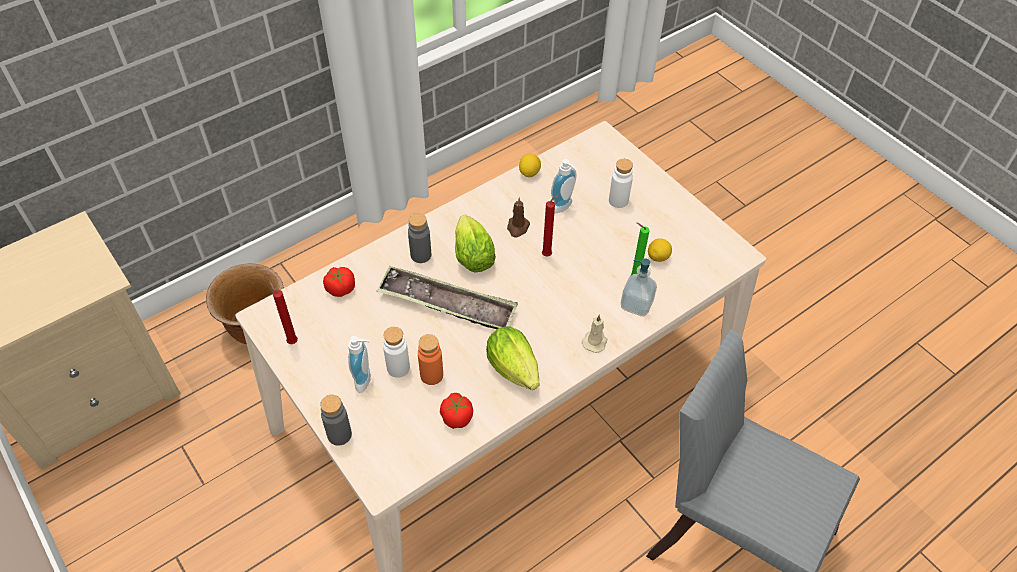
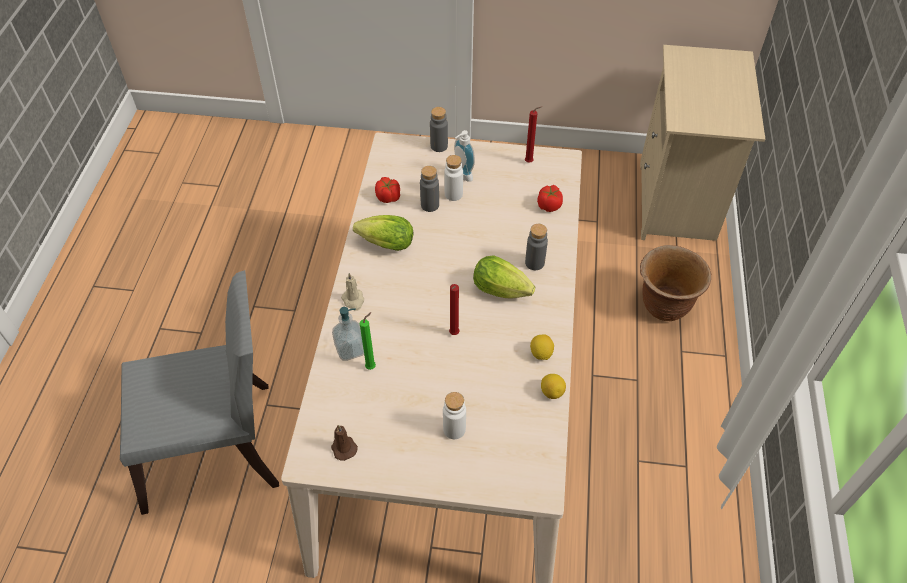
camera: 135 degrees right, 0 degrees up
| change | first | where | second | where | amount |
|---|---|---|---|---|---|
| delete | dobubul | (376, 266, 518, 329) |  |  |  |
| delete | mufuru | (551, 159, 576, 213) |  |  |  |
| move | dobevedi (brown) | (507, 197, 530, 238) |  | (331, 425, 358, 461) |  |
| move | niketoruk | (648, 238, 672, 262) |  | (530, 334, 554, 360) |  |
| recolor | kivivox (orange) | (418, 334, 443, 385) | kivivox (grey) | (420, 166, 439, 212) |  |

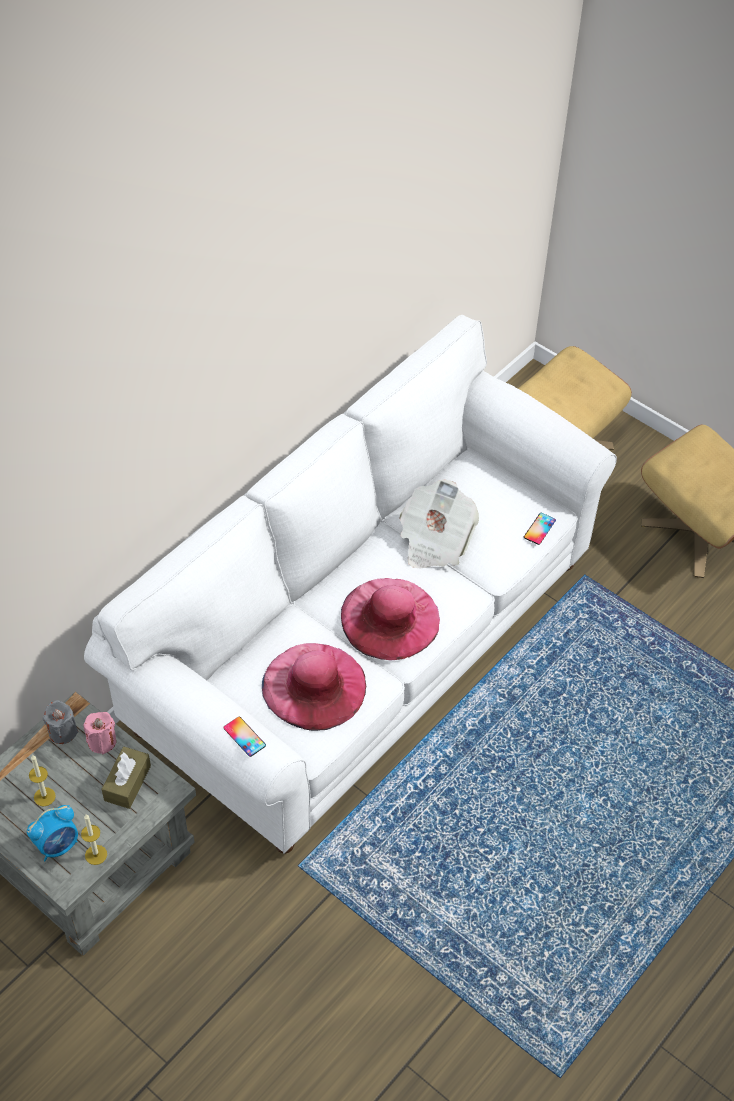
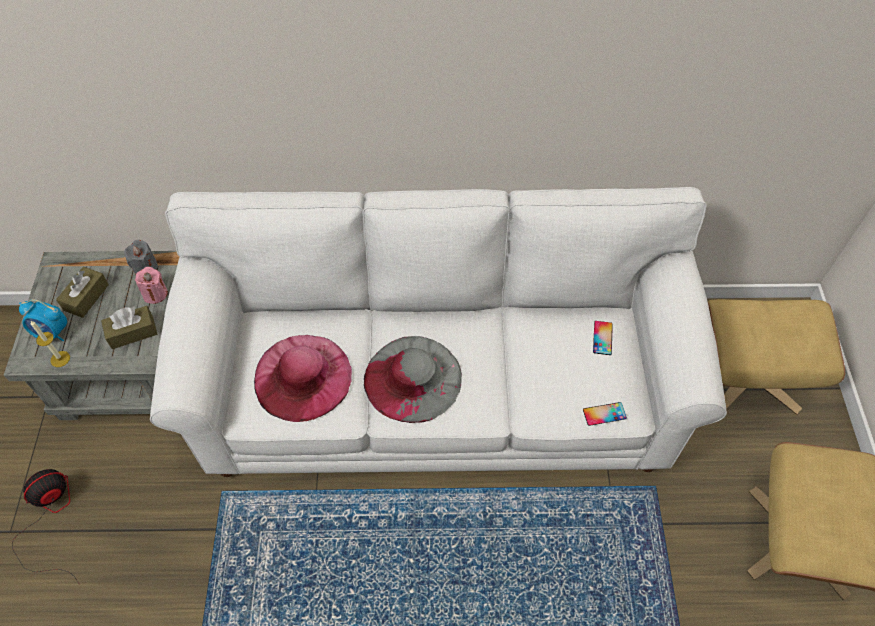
camera: 50 degrees right, 5 degrees up
| change | first | where | second | where | amount |
|---|---|---|---|---|---|
| delete | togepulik | (399, 480, 479, 569) |  |  |  |
| insert |  |  | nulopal | (12, 469, 79, 583) |  |
| move | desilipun | (223, 716, 266, 757) |  | (593, 321, 613, 355) |  |
| replace | dobevedi | (29, 755, 56, 806) | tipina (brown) | (56, 267, 109, 318) |  |
| recolor | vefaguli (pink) | (341, 578, 440, 660) | vefaguli (grey) | (364, 336, 462, 423) |  |

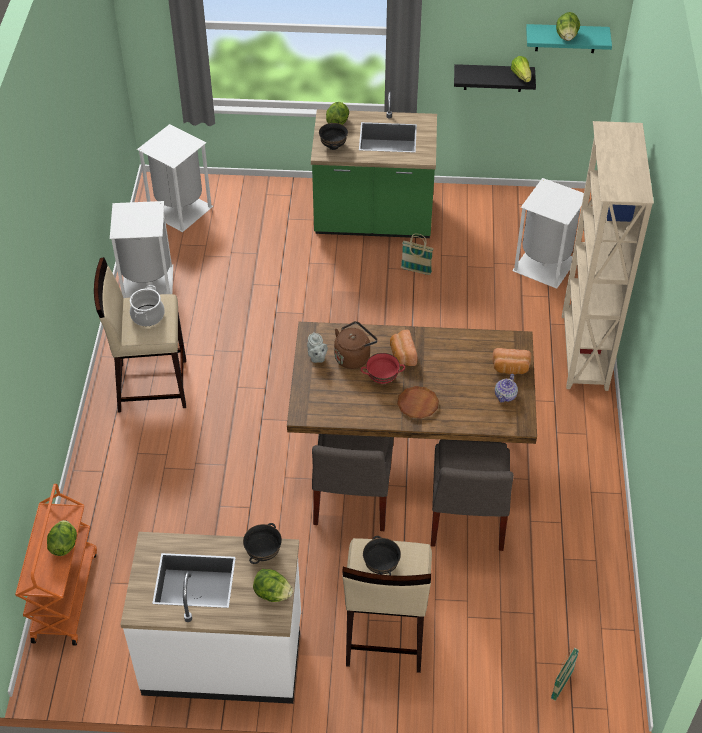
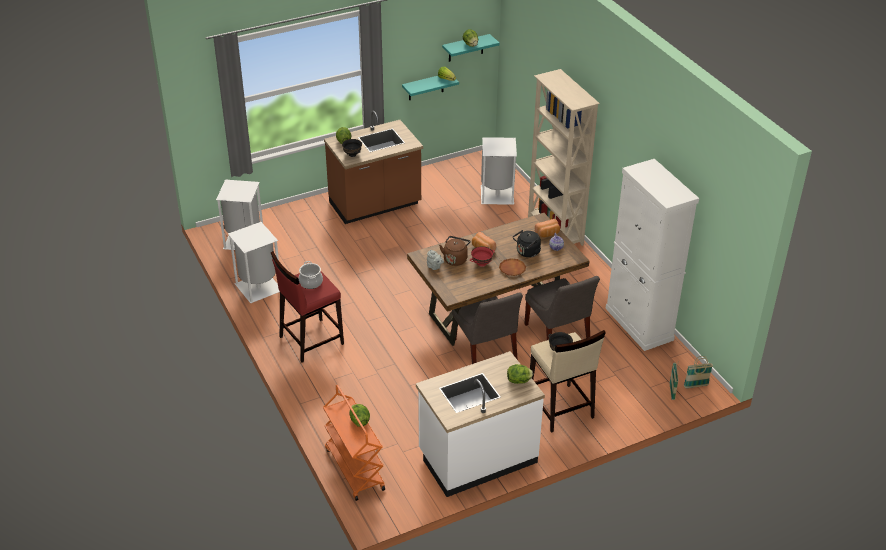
camera: 30 degrees left, 10 degrees down
| change | first | where | second | where | amount |
|---|---|---|---|---|---|
| delete | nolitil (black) | (243, 523, 282, 564) |  |  |  |
| insert |  |  | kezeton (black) | (513, 230, 541, 257) |  |
| insert |  |  | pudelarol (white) | (605, 159, 699, 351) |  |
| move | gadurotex | (401, 233, 434, 275) |  | (684, 356, 713, 388) |  |
| recolor | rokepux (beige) | (94, 257, 186, 413) | rokepux (red) | (271, 251, 344, 363) |  |
| recolor | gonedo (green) | (311, 92, 437, 238) | gonedo (brown) | (324, 111, 423, 224) |  |
| recolor | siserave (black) | (454, 64, 536, 92) | siserave (turquoise) | (402, 76, 459, 100) |  |

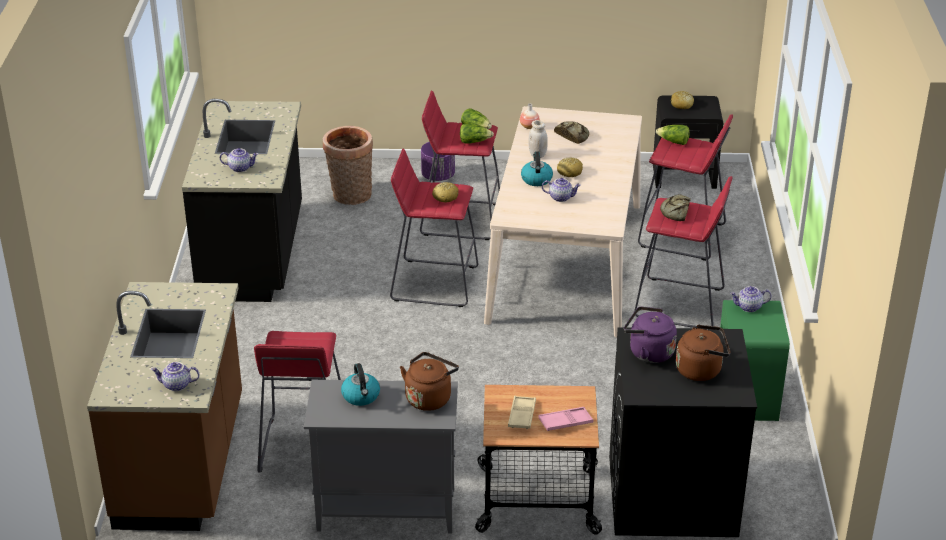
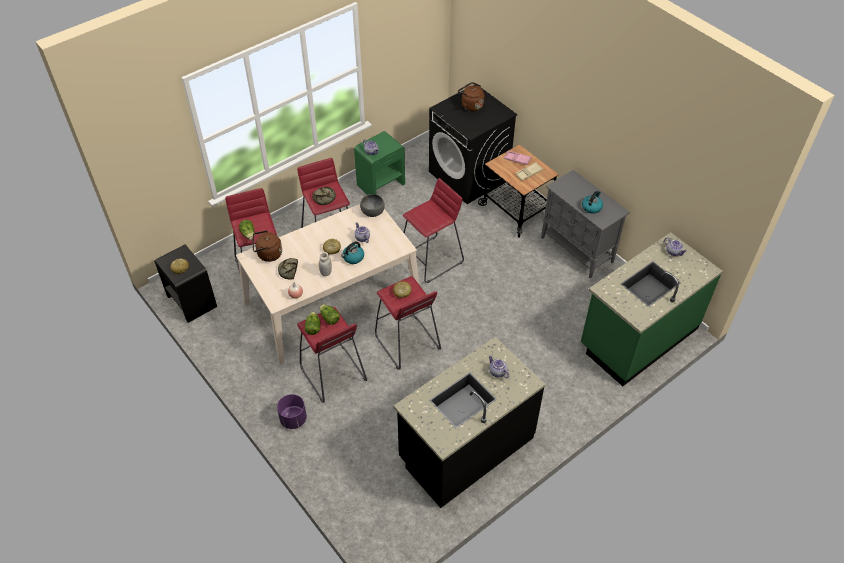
camera: 130 degrees left, 15 degrees up
| change | first | where | second | where | amount |
|---|---|---|---|---|---|
| delete | gadurotex | (323, 126, 373, 205) |  |  |  |
| delete | kezeton (purple) | (624, 306, 677, 363) |  |  |  |
| insert |  |  | nolitil (grey) | (360, 194, 385, 217) |  |
| move | rokepux (red) | (254, 331, 341, 472) |  | (403, 178, 464, 283) |  |
| move | kezeton (brown) | (400, 352, 459, 411) |  | (253, 230, 282, 262) |  |
| recolor | gonedo (brown) | (87, 282, 242, 531) | gonedo (green) | (581, 232, 723, 386) |  |

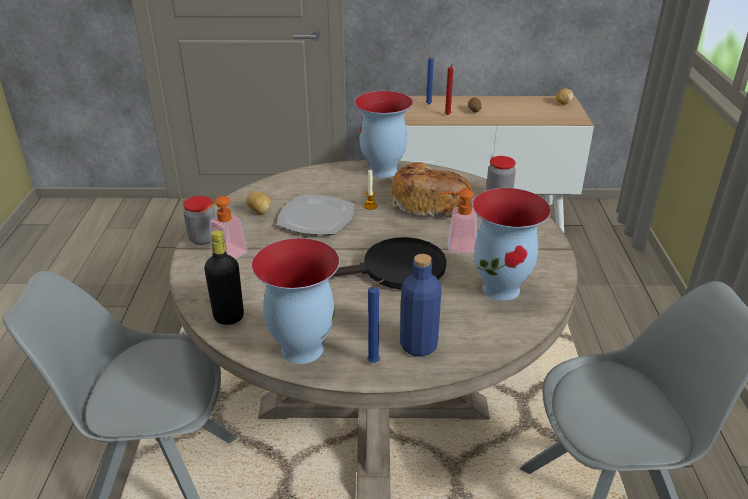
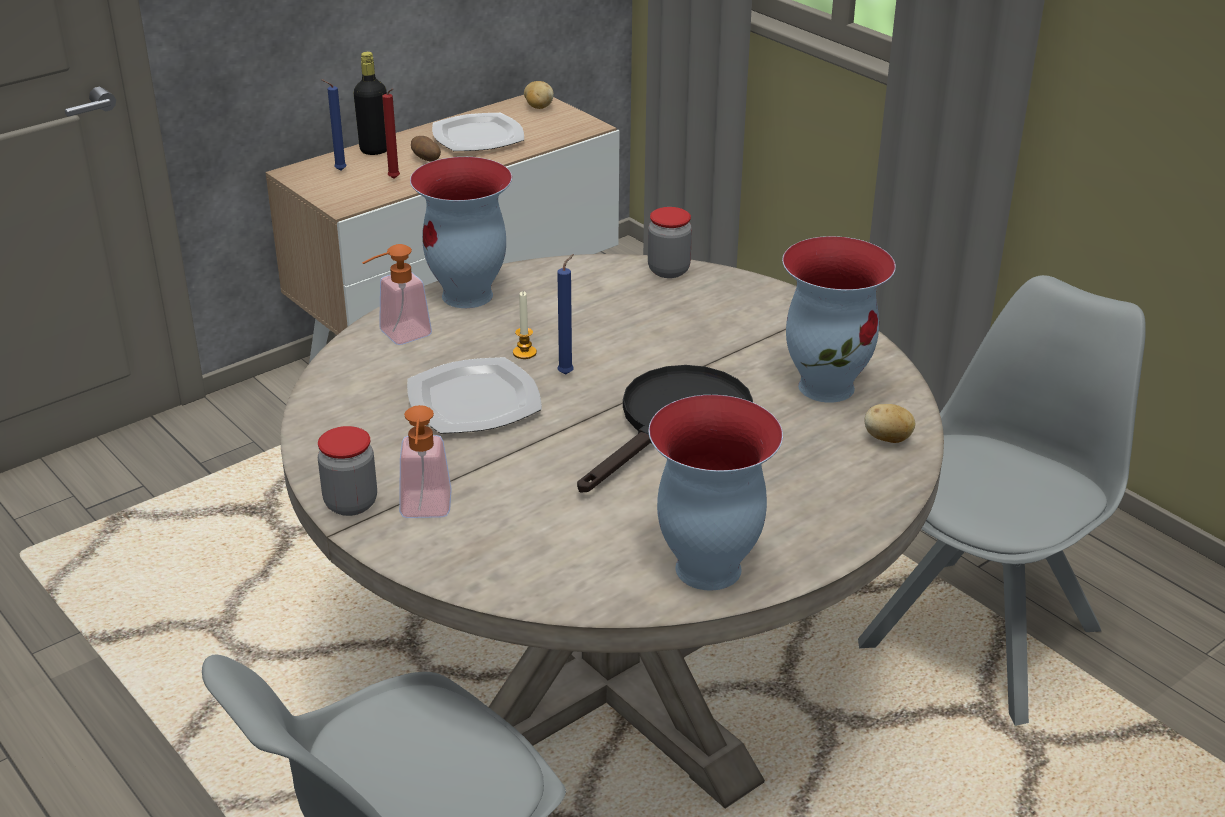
camera: 40 degrees left, 0 degrees up
| change | first | where | second | where | amount |
|---|---|---|---|---|---|
| delete | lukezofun | (389, 162, 472, 218) |  |  |  |
| delete | kivivox (blue) | (400, 254, 442, 357) |  |  |  |
| insert |  |  | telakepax | (432, 113, 524, 151) |  |
| move | kivivox (black) | (204, 230, 244, 325) |  | (354, 52, 387, 155) |  |
| move | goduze | (246, 191, 271, 214) |  | (864, 404, 915, 443) |  |
| move | dobevedi (blue) | (367, 279, 385, 363) |  | (557, 254, 574, 374) |  |
| move | mufuru | (439, 189, 477, 253) |  | (362, 244, 432, 345) |  |

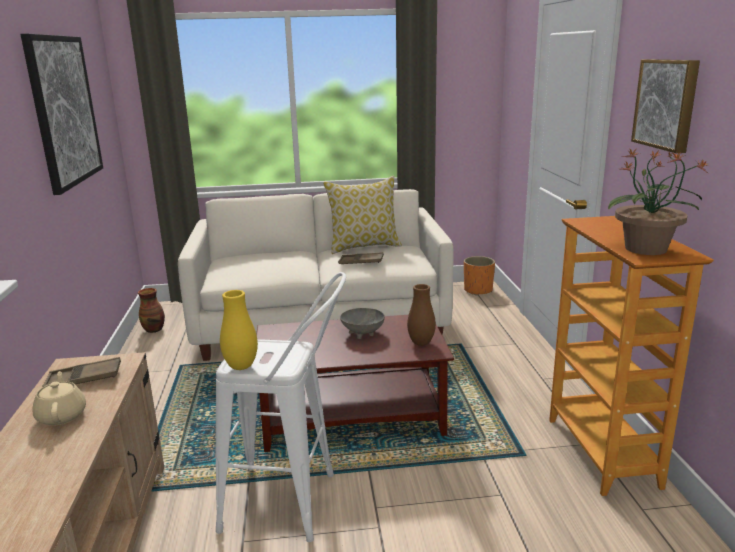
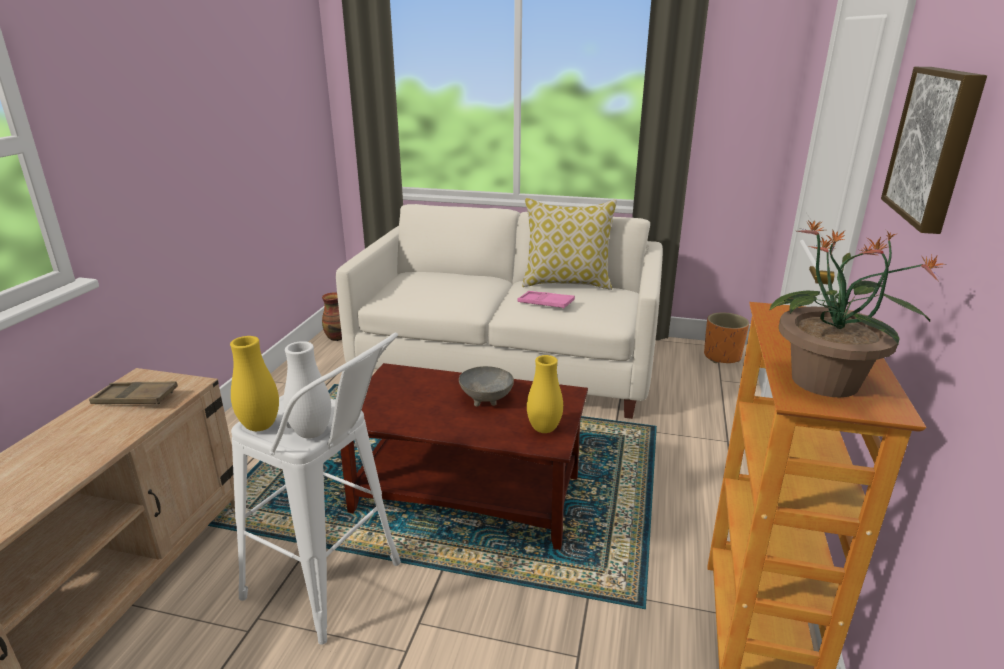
camera: 20 degrees right, 5 degrees up
| change | first | where | second | where | amount |
|---|---|---|---|---|---|
| delete | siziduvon | (20, 34, 103, 195) |  |  |  |
| delete | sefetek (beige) | (33, 371, 86, 426) |  |  |  |
| insert |  |  | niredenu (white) | (284, 341, 331, 439) |  |
| recolor | dobubul (brown) | (338, 252, 384, 264) | dobubul (pink) | (518, 291, 575, 309) |  |
| recolor | niredenu (brown) | (407, 284, 436, 346) | niredenu (yellow) | (527, 355, 563, 433) |  |

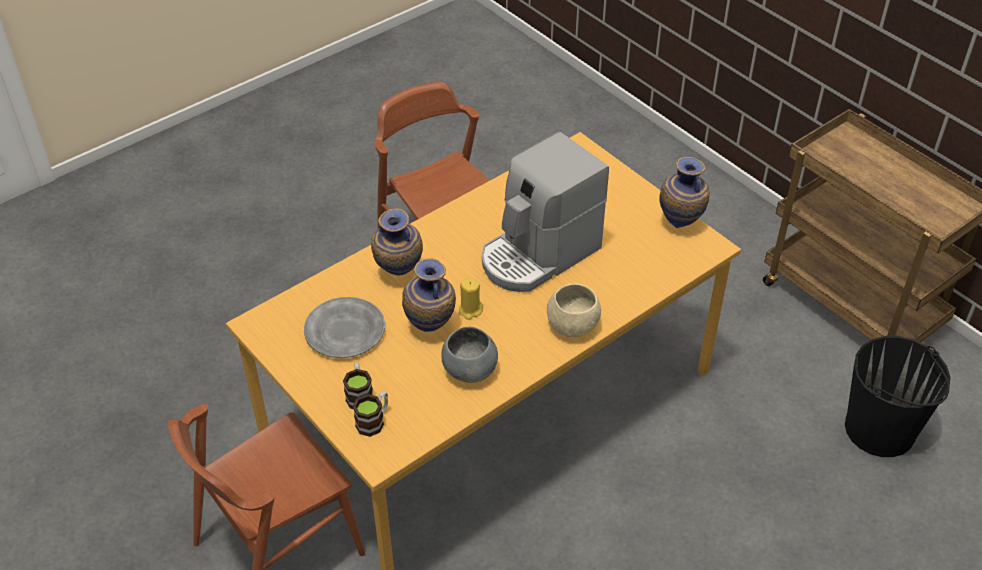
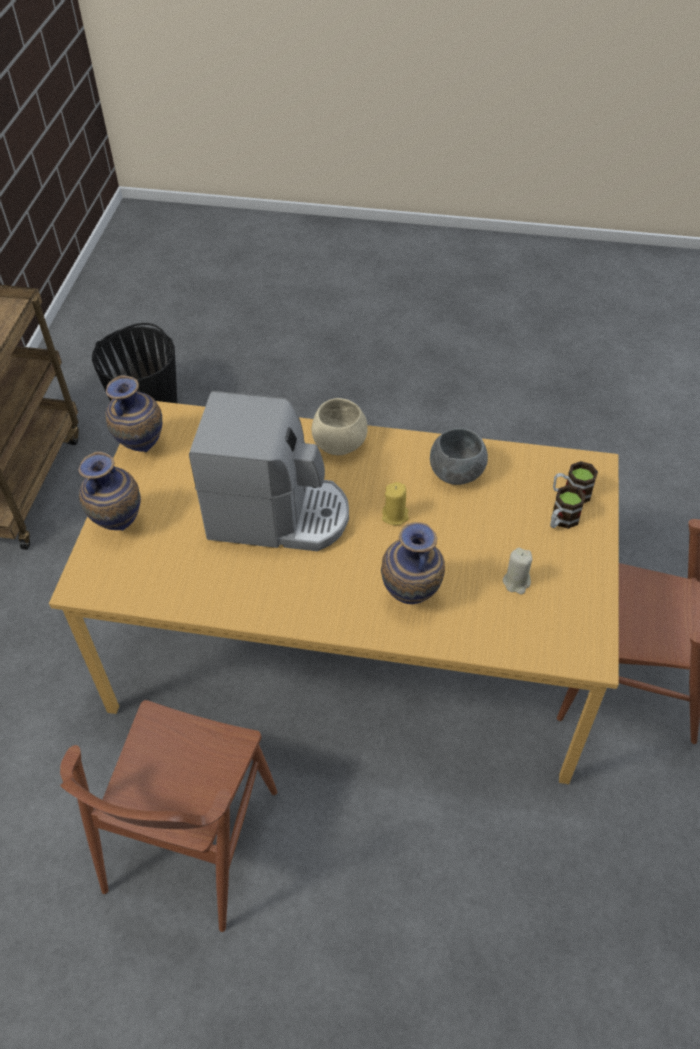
camera: 130 degrees left, 5 degrees up
| change | first | where | second | where | amount |
|---|---|---|---|---|---|
| move | niredenu | (402, 258, 456, 332) |  | (78, 451, 141, 531) |  |
| replace | telakepax (grey) | (304, 297, 385, 358) | dobevedi (beige) | (503, 548, 532, 594) |  |

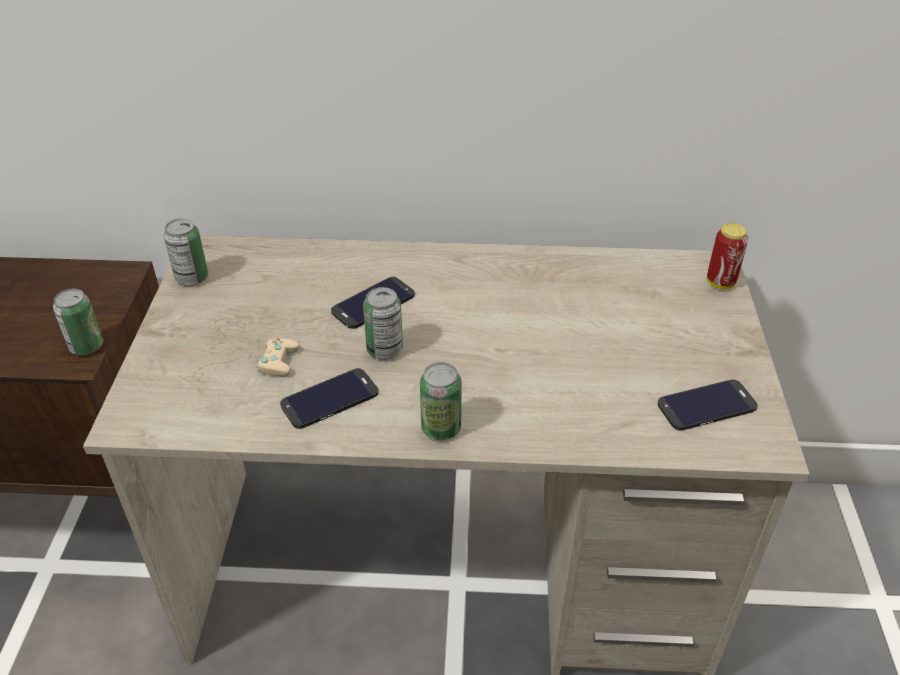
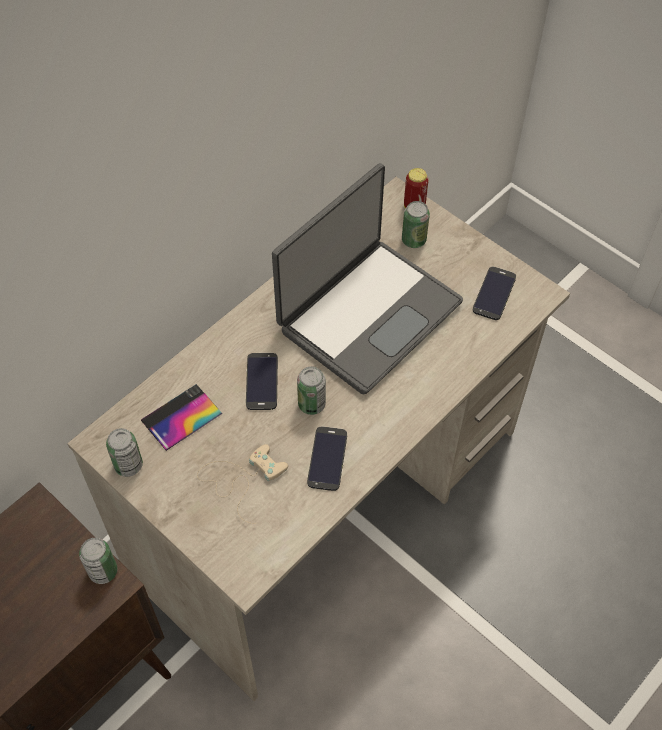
camera: 50 degrees left, 15 degrees up
| change | first | where | second | where | amount |
|---|---|---|---|---|---|
| insert |  |  | desilipun | (141, 384, 222, 451) |  |
| insert |  |  | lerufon | (272, 163, 463, 395) |  |
| move | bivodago | (420, 362, 462, 440) |  | (402, 201, 430, 248) |  |

